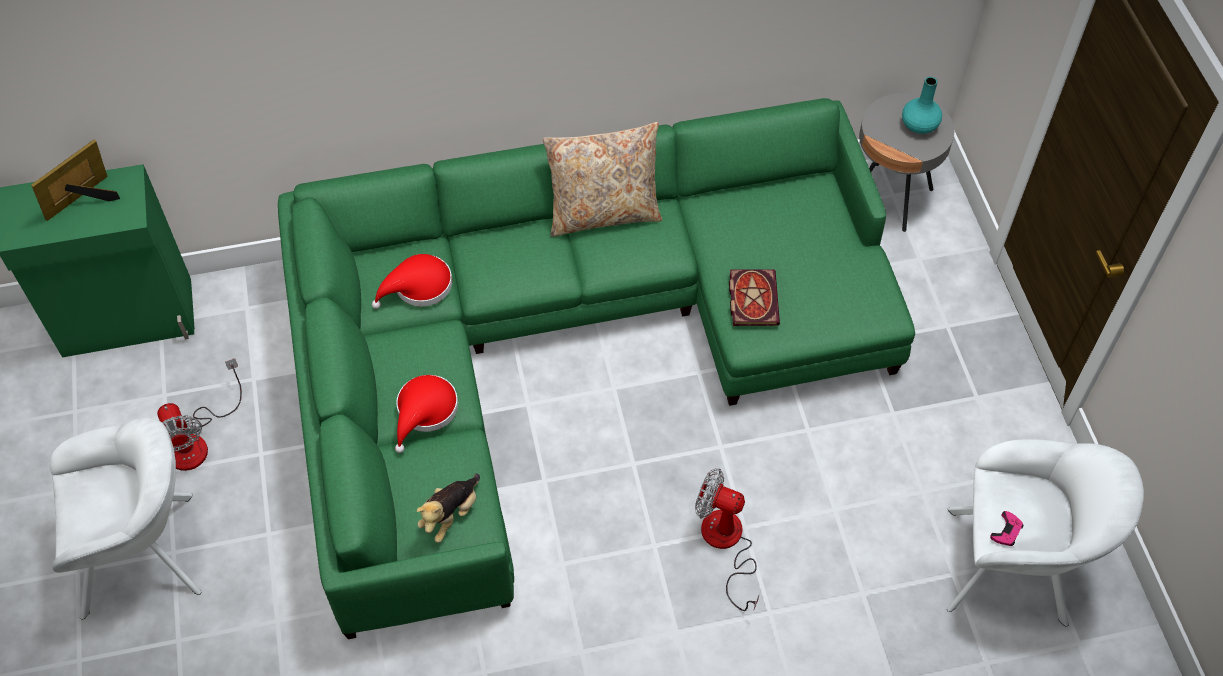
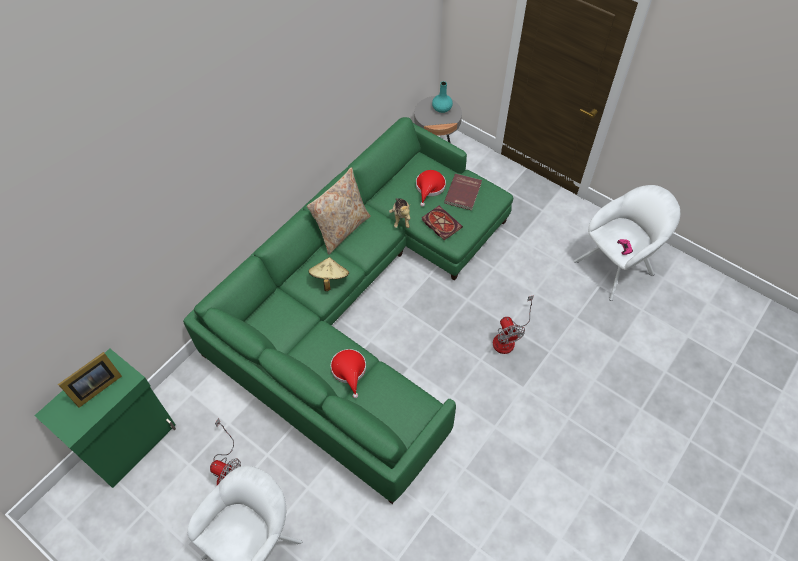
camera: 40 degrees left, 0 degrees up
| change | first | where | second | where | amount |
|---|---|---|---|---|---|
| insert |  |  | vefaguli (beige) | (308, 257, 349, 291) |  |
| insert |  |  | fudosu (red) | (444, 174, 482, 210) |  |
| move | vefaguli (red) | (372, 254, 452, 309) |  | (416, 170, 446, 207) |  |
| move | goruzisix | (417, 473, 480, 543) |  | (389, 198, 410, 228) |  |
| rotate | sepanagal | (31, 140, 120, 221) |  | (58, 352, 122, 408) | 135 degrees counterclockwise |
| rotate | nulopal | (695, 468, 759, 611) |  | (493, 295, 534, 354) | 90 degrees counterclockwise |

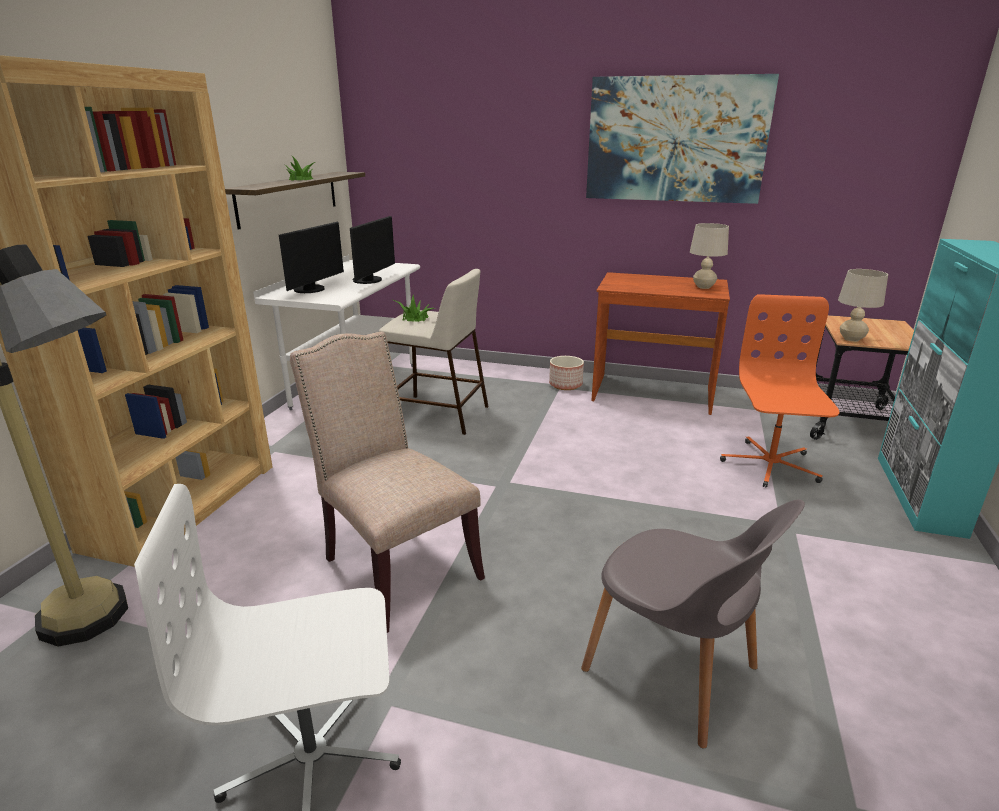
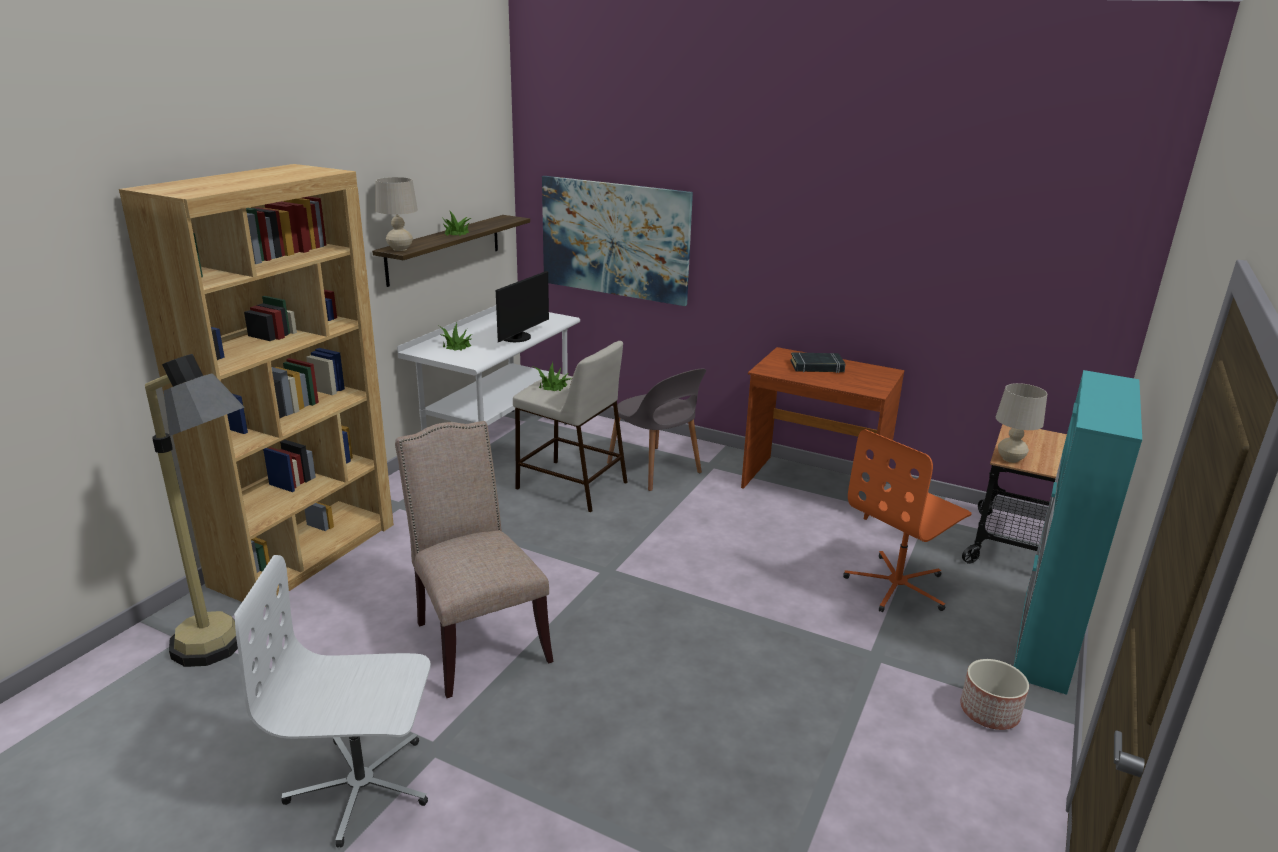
camera: 10 degrees right, 0 degrees up
| change | first | where | second | where | amount |
|---|---|---|---|---|---|
| insert |  |  | fudosu (black) | (791, 352, 846, 373) |  |
| move | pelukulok | (549, 356, 584, 390) |  | (960, 659, 1029, 730) |  |
| move | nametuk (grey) | (581, 499, 805, 748) |  | (607, 369, 706, 491) |  |
| move | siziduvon | (586, 74, 779, 204) |  | (542, 176, 693, 306) |  |
| move | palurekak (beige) | (690, 223, 729, 289) |  | (376, 177, 418, 251) |  |
| replace | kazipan | (279, 222, 344, 293) | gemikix | (439, 323, 472, 351) |  |
| rotate | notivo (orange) | (720, 294, 839, 488) |  | (843, 429, 972, 612) | 150 degrees counterclockwise |

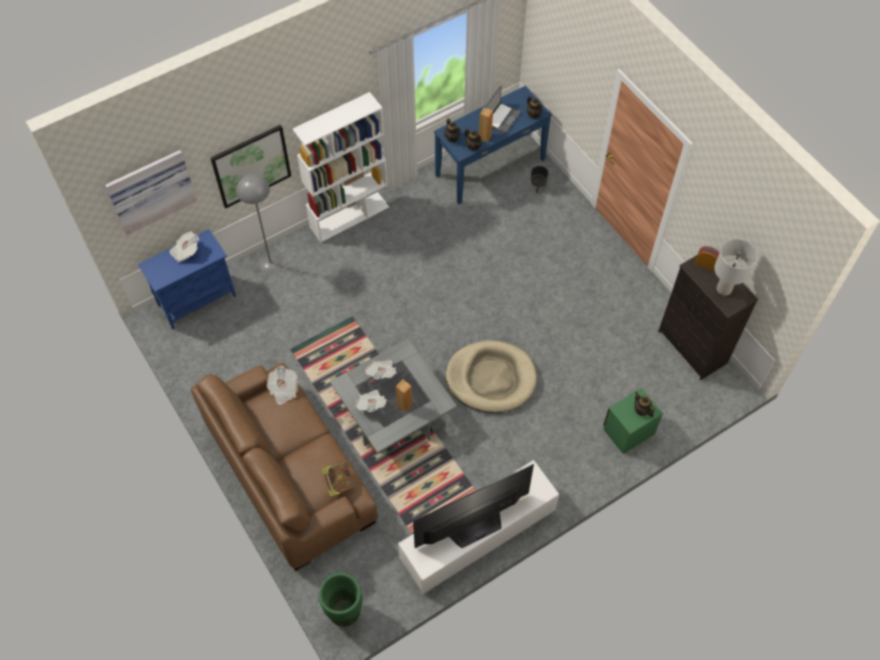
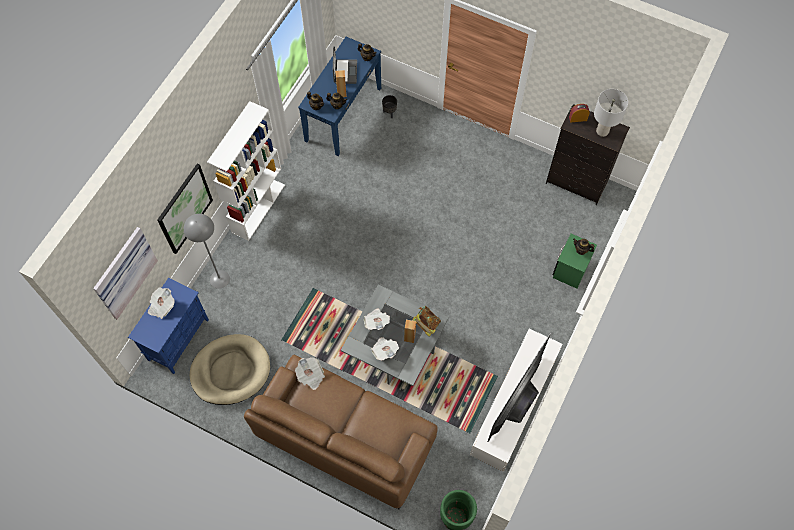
camera: 30 degrees left, 5 degrees up
| change | first | where | second | where | amount |
|---|---|---|---|---|---|
| move | fudosu | (321, 460, 355, 497) |  | (412, 306, 441, 336) |  |
| move | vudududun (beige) | (446, 340, 537, 413) |  | (190, 334, 270, 405) |  |

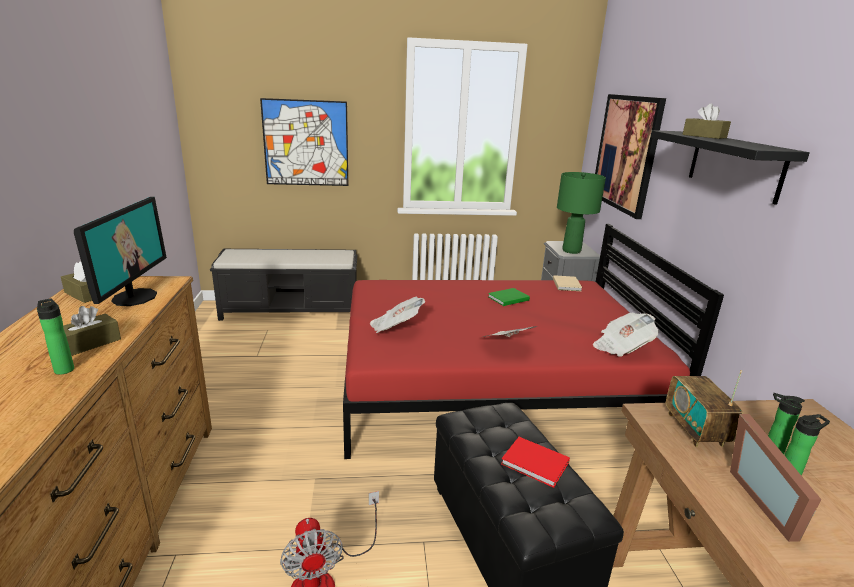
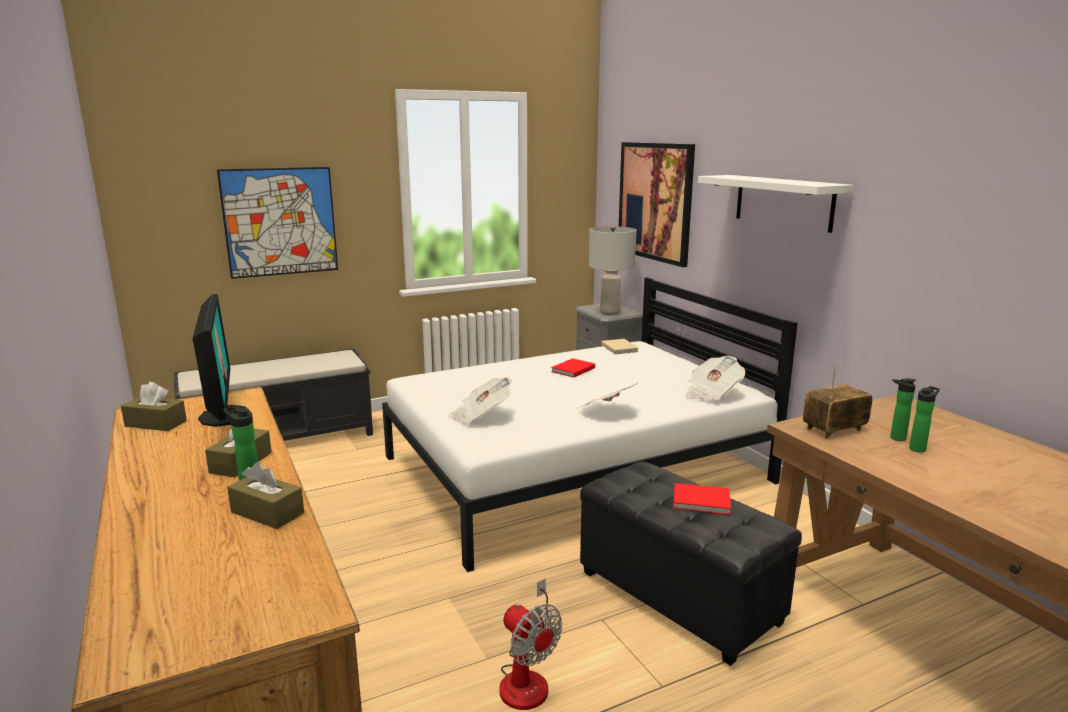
camera: 20 degrees left, 5 degrees down
| change | first | where | second | where | amount |
|---|---|---|---|---|---|
| delete | sepanagal | (730, 414, 821, 542) |  |  |  |
| move | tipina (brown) | (682, 104, 731, 139) |  | (227, 462, 304, 529) |  |
| recolor | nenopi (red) | (343, 224, 724, 459) | nenopi (white) | (382, 277, 798, 572) |  |
| recolor | fudosu (green) | (488, 288, 530, 306) | fudosu (red) | (551, 358, 595, 377) |  |
| recolor | palurekak (green) | (557, 172, 606, 254) | palurekak (grey) | (589, 226, 637, 315) |  |
| recolor | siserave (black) | (650, 130, 810, 205) | siserave (white) | (698, 175, 853, 233) |  |
| rotate | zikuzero | (666, 370, 743, 447) |  | (803, 366, 872, 438) | 90 degrees clockwise |

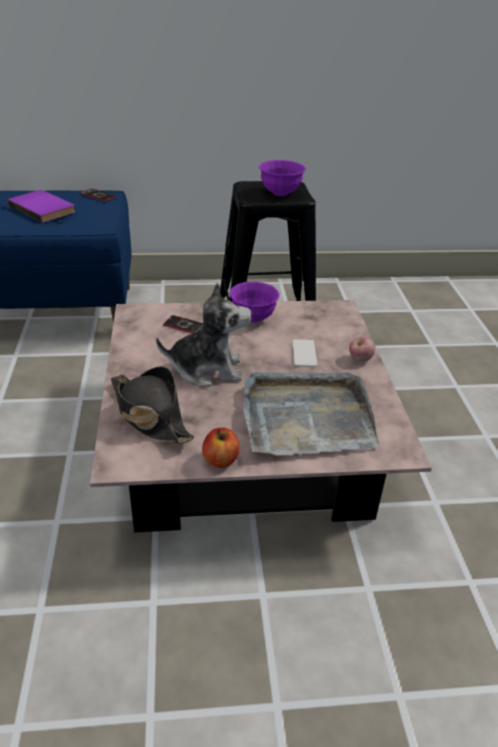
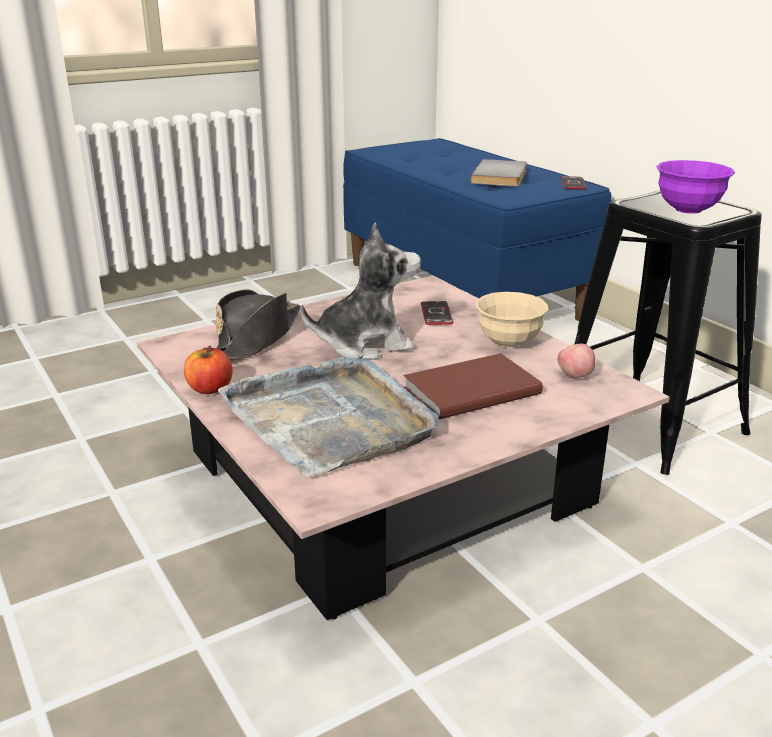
camera: 65 degrees right, 10 degrees down
| change | first | where | second | where | amount |
|---|---|---|---|---|---|
| move | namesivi | (349, 337, 375, 361) |  | (557, 344, 595, 378) |  |
| replace | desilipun | (292, 339, 317, 367) | fudosu (brown) | (403, 353, 543, 419) |  |
| recolor | fudosu (purple) | (7, 190, 75, 223) | fudosu (grey) | (471, 159, 527, 186) |  |
| recolor | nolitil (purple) | (229, 281, 280, 322) | nolitil (beige) | (476, 292, 549, 348) |  |
| rotate | goruzisix | (156, 282, 252, 387) |  | (301, 223, 421, 360) | 75 degrees counterclockwise |

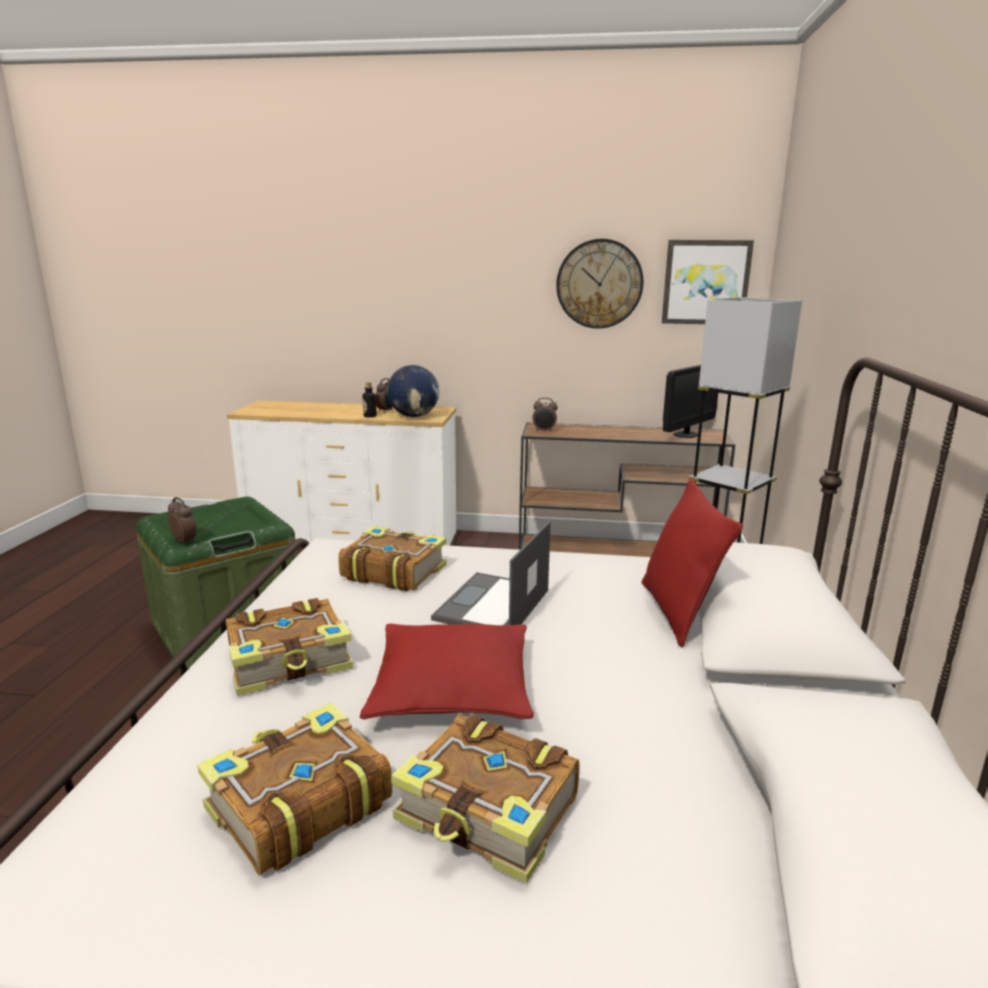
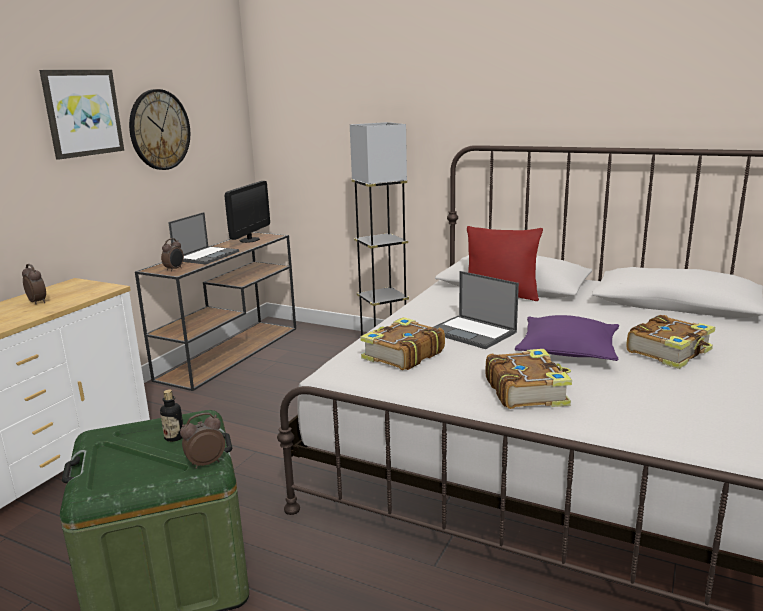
camera: 70 degrees left, 0 degrees up
| change | first | where | second | where | amount |
|---|---|---|---|---|---|
| delete | fudosu | (197, 703, 392, 875) |  |  |  |
| delete | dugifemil | (387, 365, 439, 417) |  |  |  |
| insert |  |  | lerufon | (168, 212, 239, 264) |  |
| move | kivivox | (362, 382, 377, 417) |  | (160, 390, 183, 442) |  |
| move | siziduvon | (662, 240, 754, 324) |  | (39, 70, 124, 160) |  |
| recolor | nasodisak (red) | (360, 624, 534, 719) | nasodisak (purple) | (515, 315, 619, 361) |  |
| rotate | kazipan | (663, 365, 718, 438) |  | (224, 181, 270, 243) | 45 degrees clockwise |

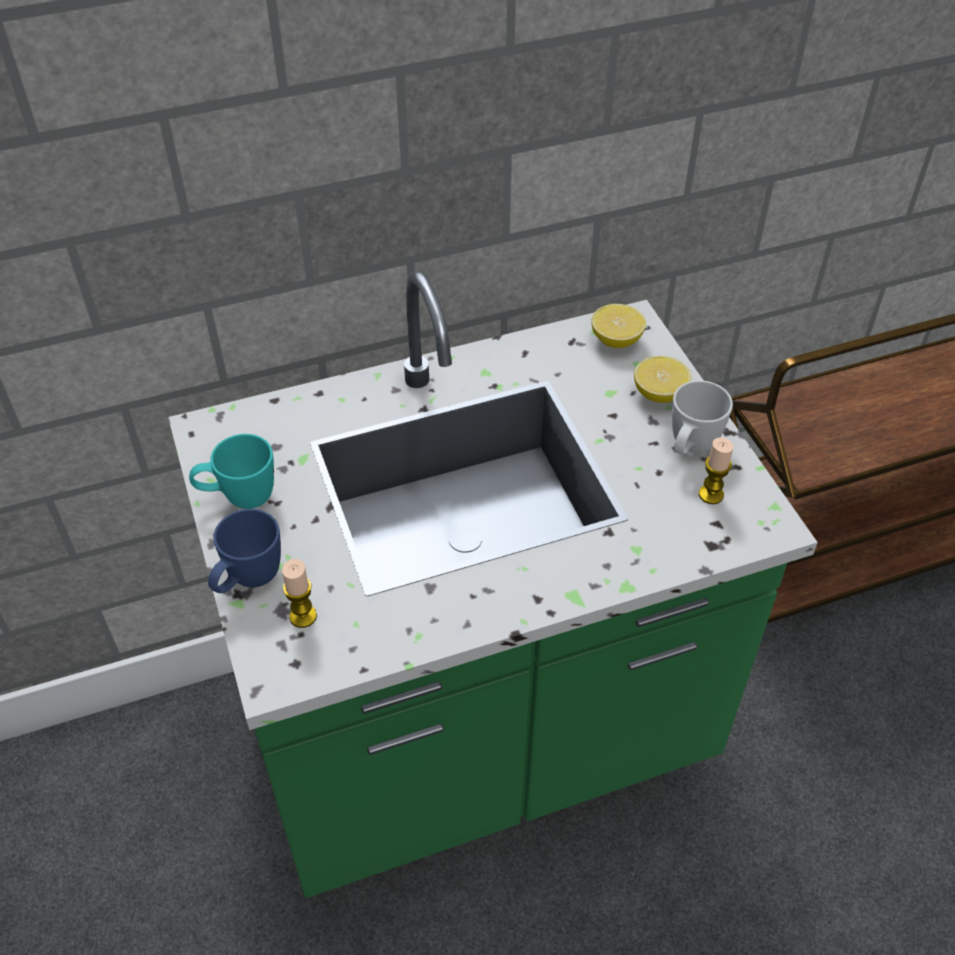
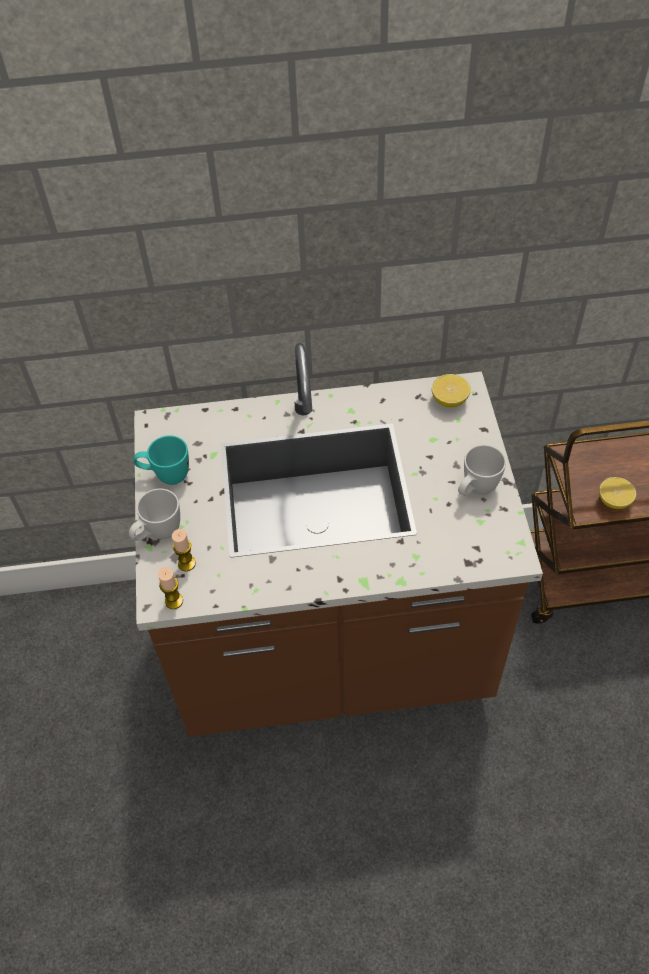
camera: 15 degrees right, 5 degrees up
| change | first | where | second | where | amount |
|---|---|---|---|---|---|
| move | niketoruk | (634, 356, 691, 403) |  | (599, 477, 636, 509) |  |
| move | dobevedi | (699, 437, 733, 504) |  | (158, 567, 183, 609) |  |
| recolor | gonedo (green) | (168, 271, 818, 898) | gonedo (brown) | (134, 343, 543, 737) |  |
| recolor | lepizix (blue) | (208, 509, 281, 593) | lepizix (white) | (129, 488, 180, 541) |  |

